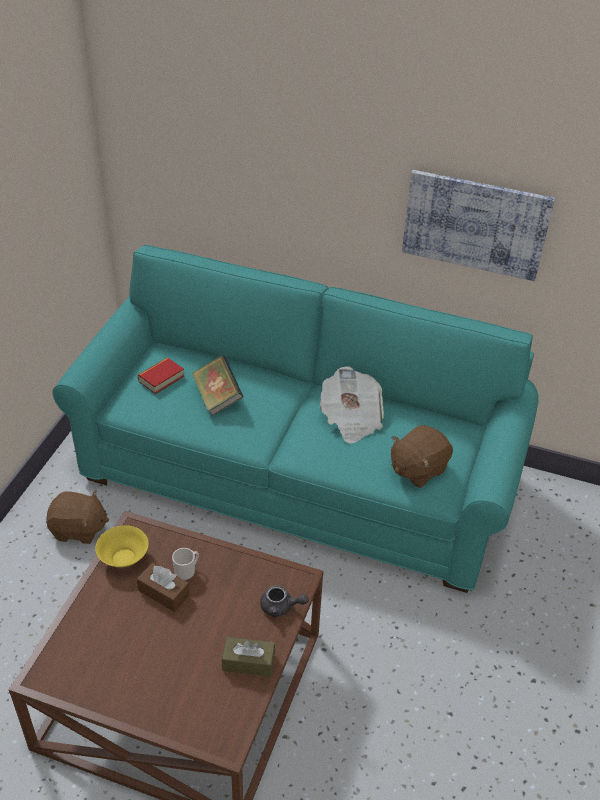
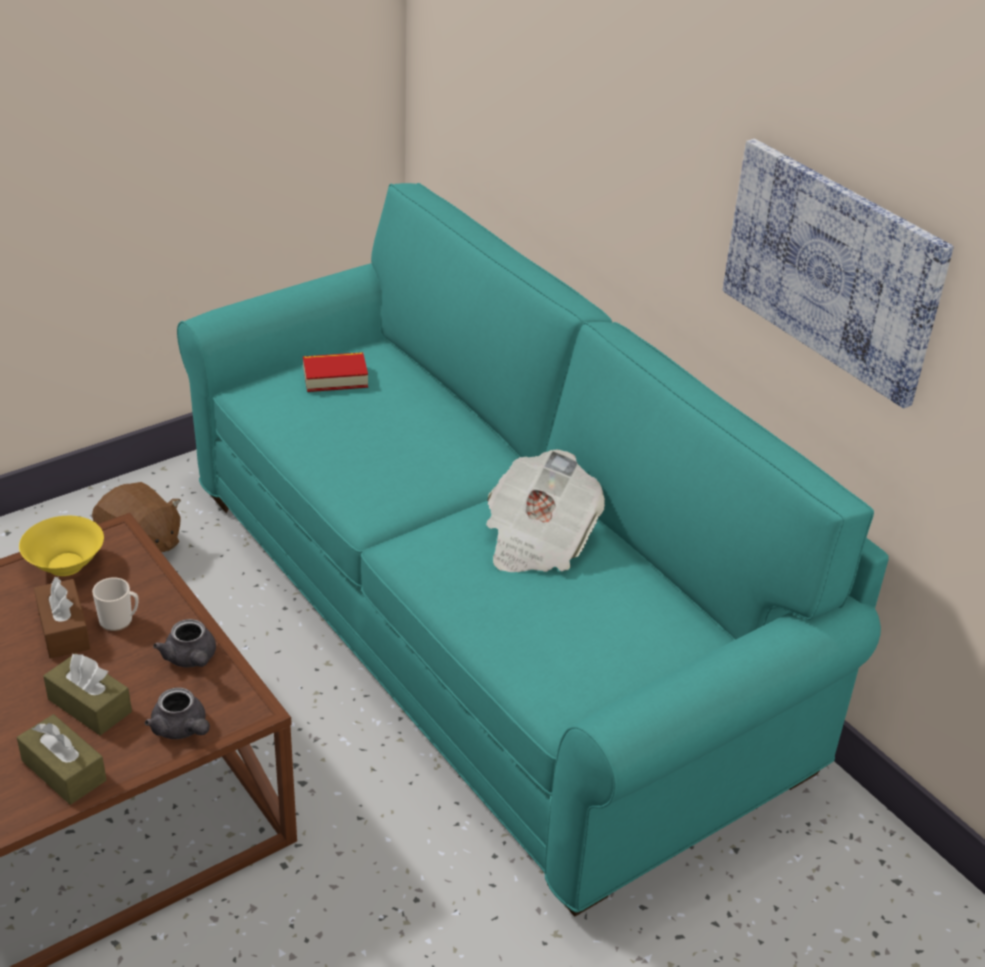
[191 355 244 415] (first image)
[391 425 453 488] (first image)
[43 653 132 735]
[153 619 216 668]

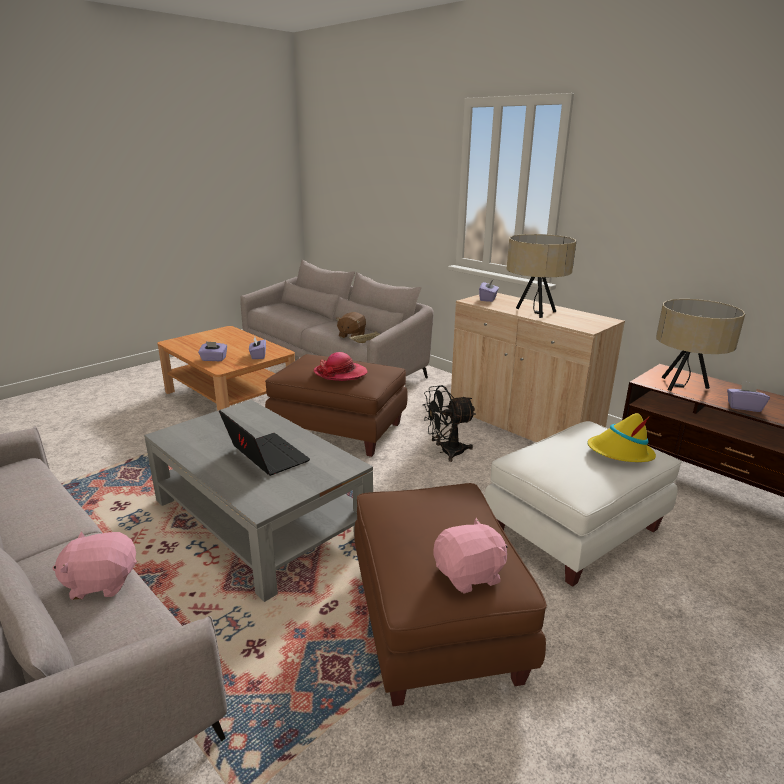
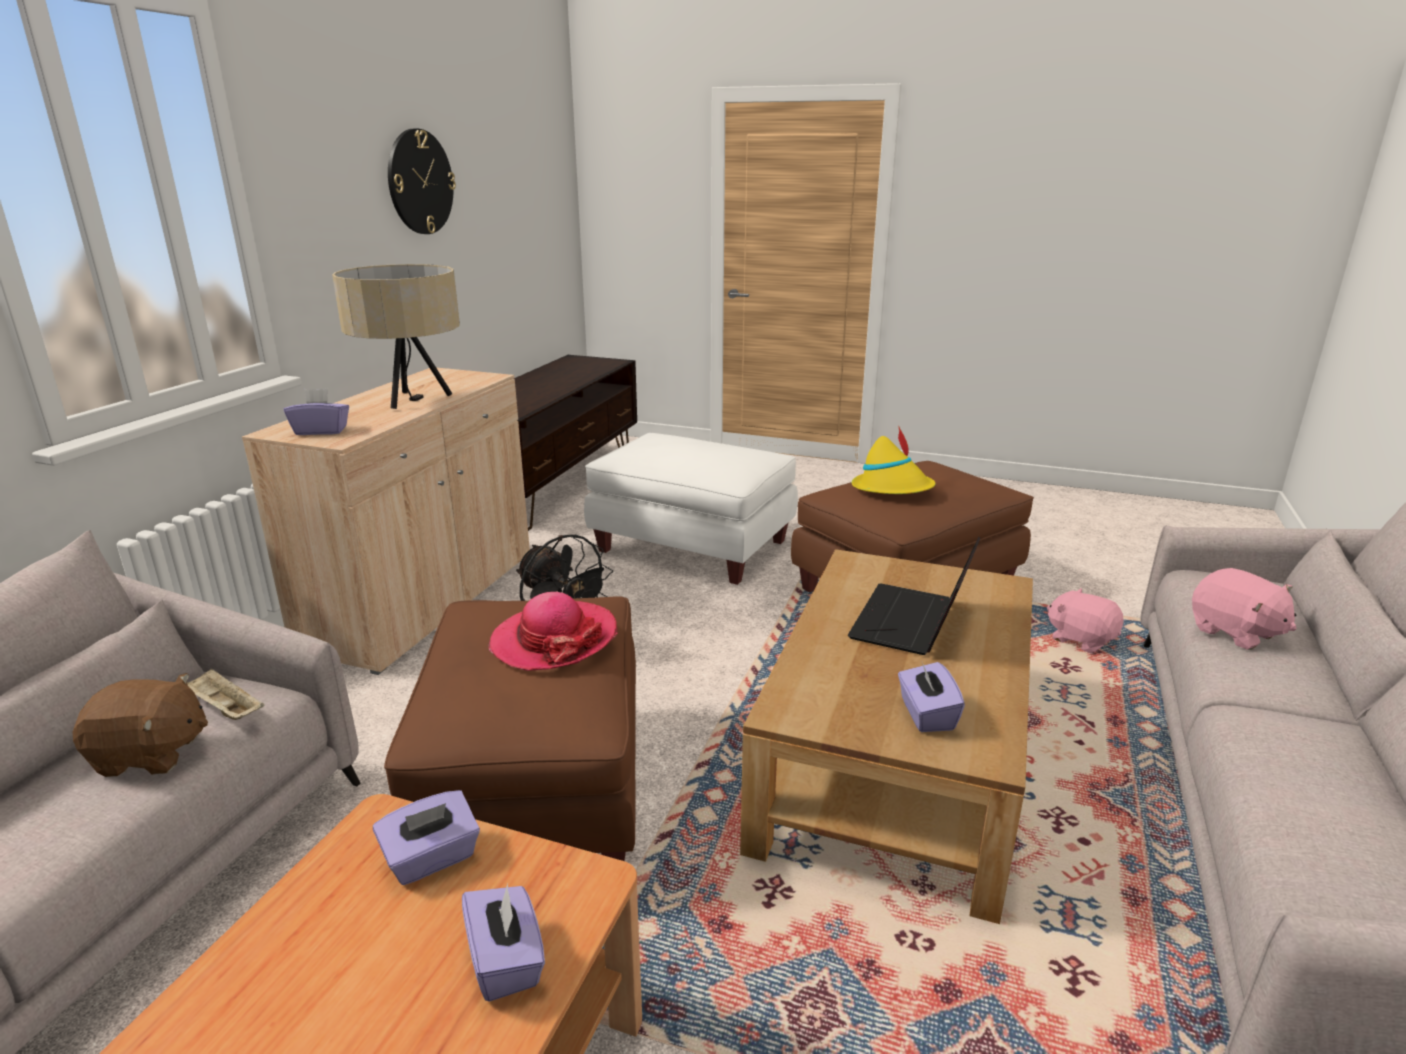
[740 549 1033 924]
[1047 588 1124 653]
[852 427 936 494]
[656 299 745 391] (first image)
[898 662 965 732]
[388 129 456 234]

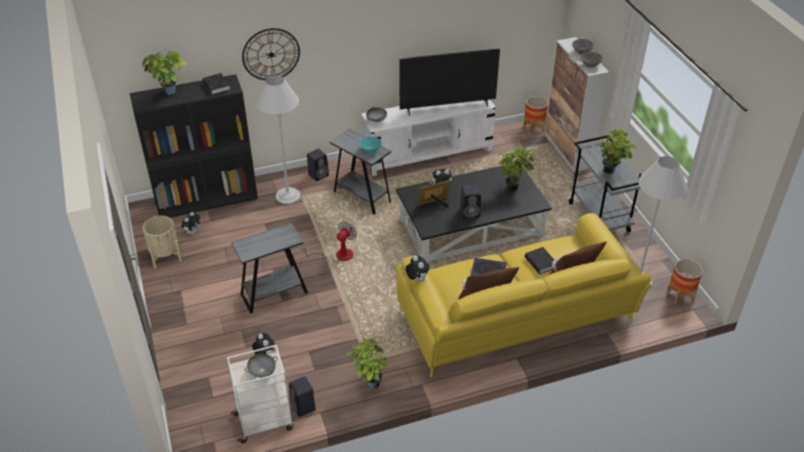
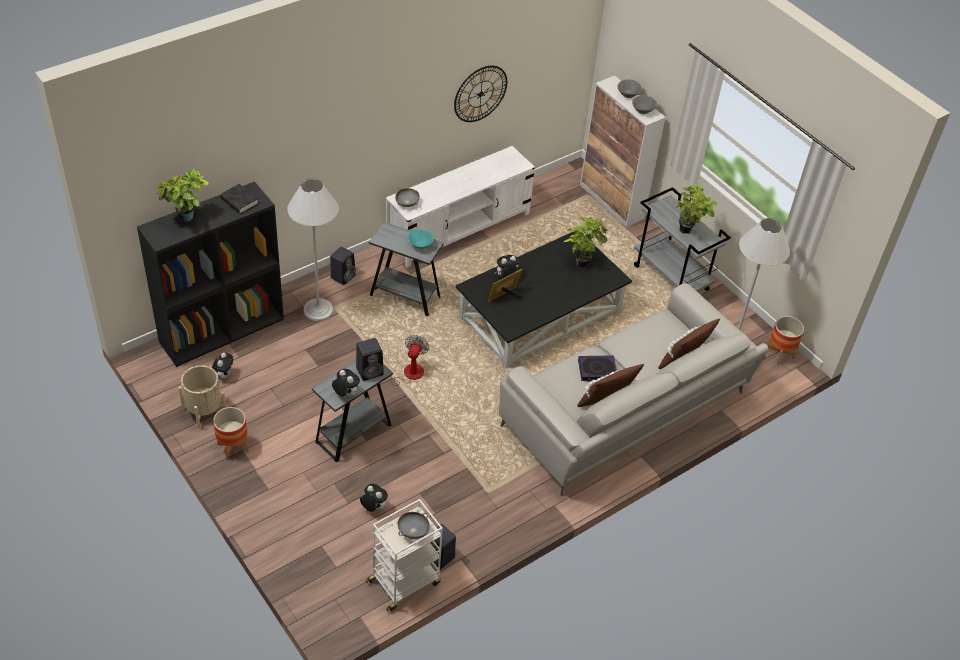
[454 66 507 122]
[346 338 388 388] (first image)
[499 283 769 496]
[400 49 500 116] (first image)
[332 369 360 397]
[356 338 384 381]
[213 407 249 460]
[525 247 554 274] (first image)

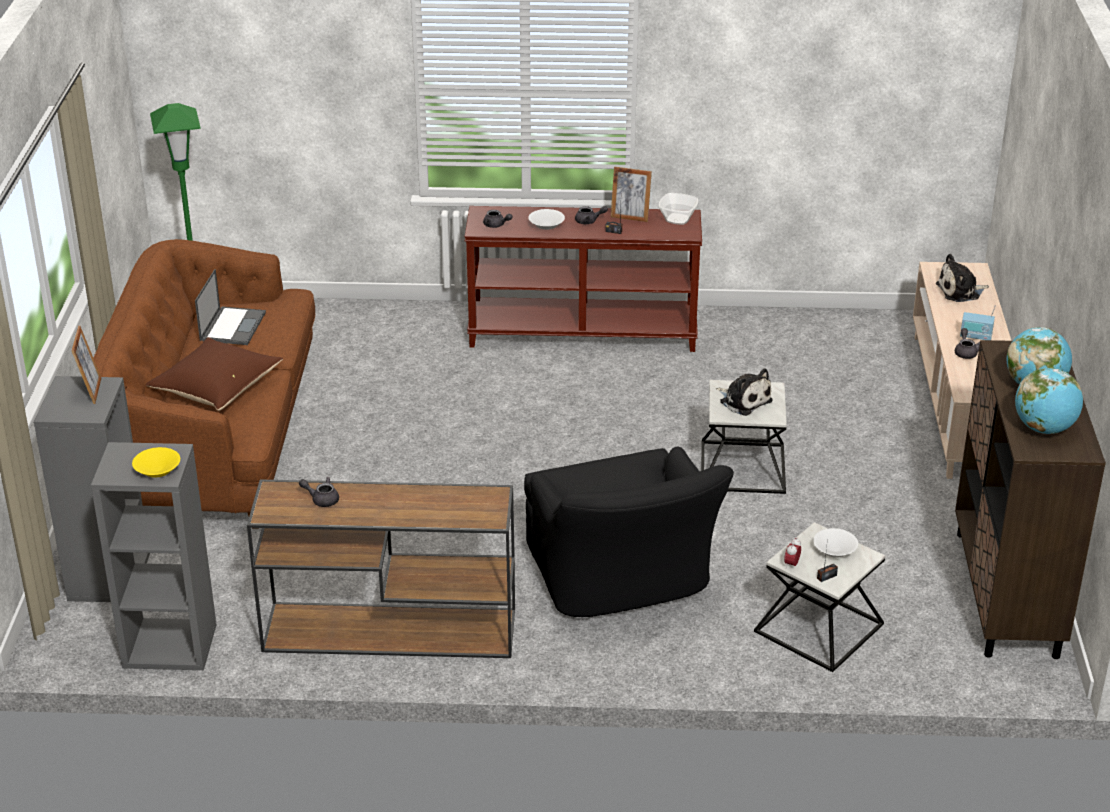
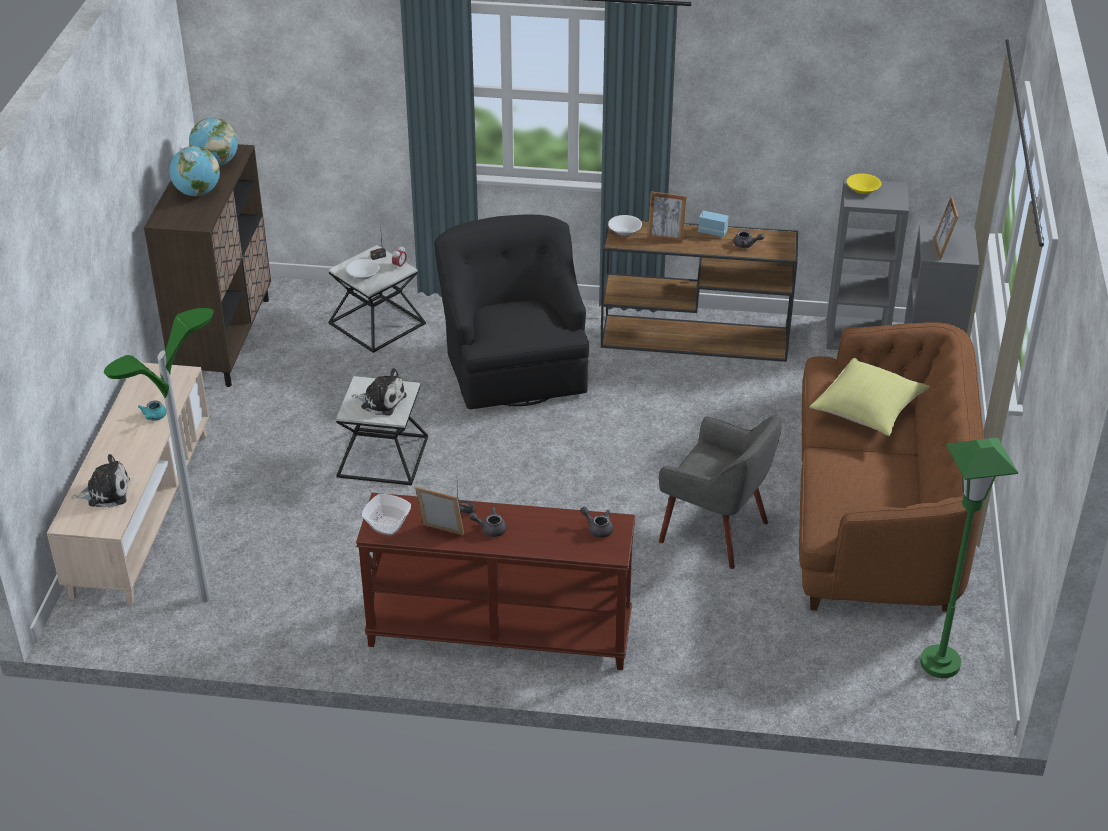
[810 358 930 436]
[195 269 266 345] (first image)
[608 215 642 236]
[352 368 407 416]
[138 400 167 420]
[698 205 729 237]
[104 308 213 603]
[647 191 687 243]
[659 415 782 569]

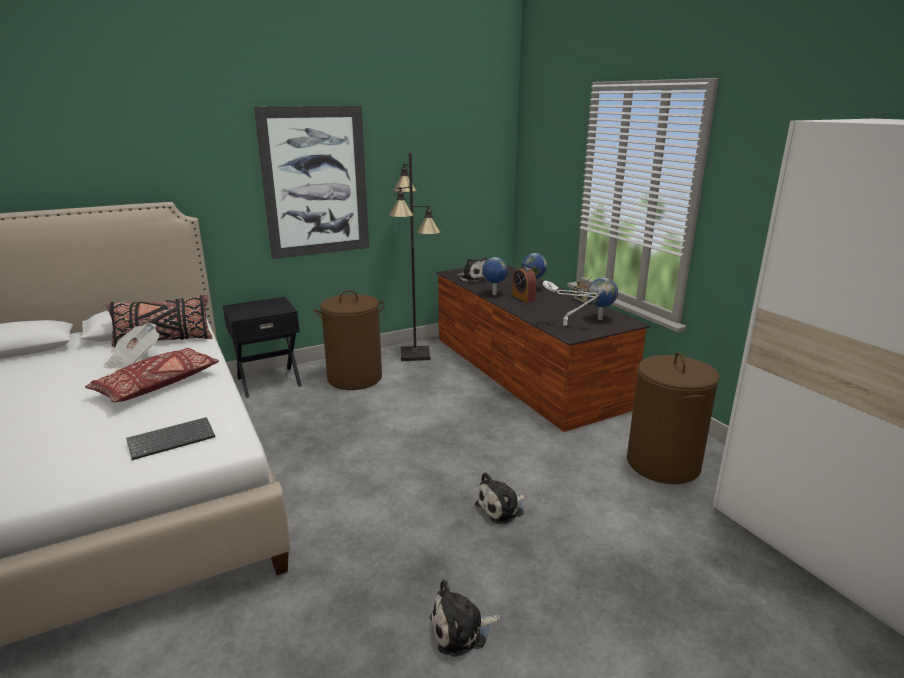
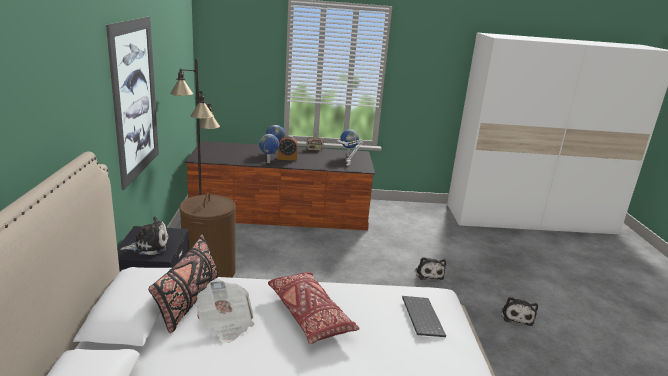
[121 217 169 255]
[627 352 720 484] (first image)

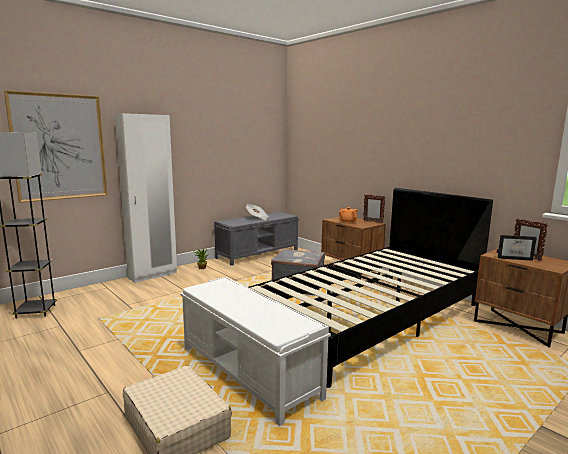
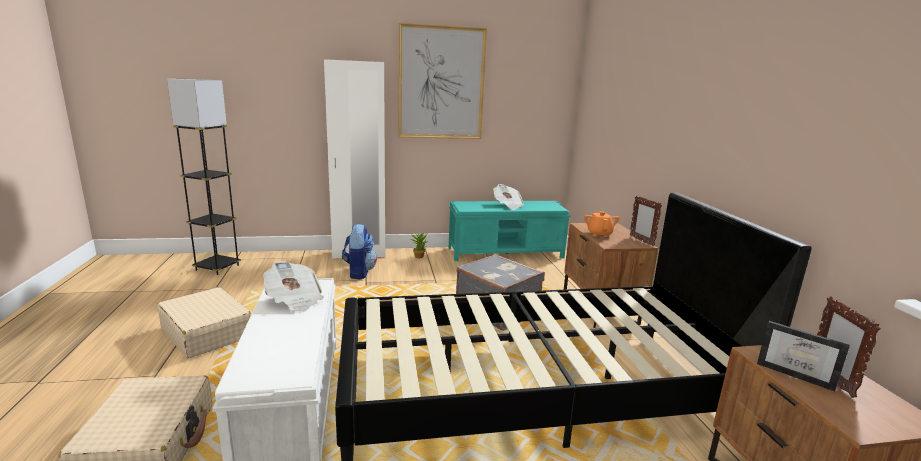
[398 23 487 139]
[449 201 571 261]
[157 287 251 358]
[263 261 324 313]
[342 224 377 279]

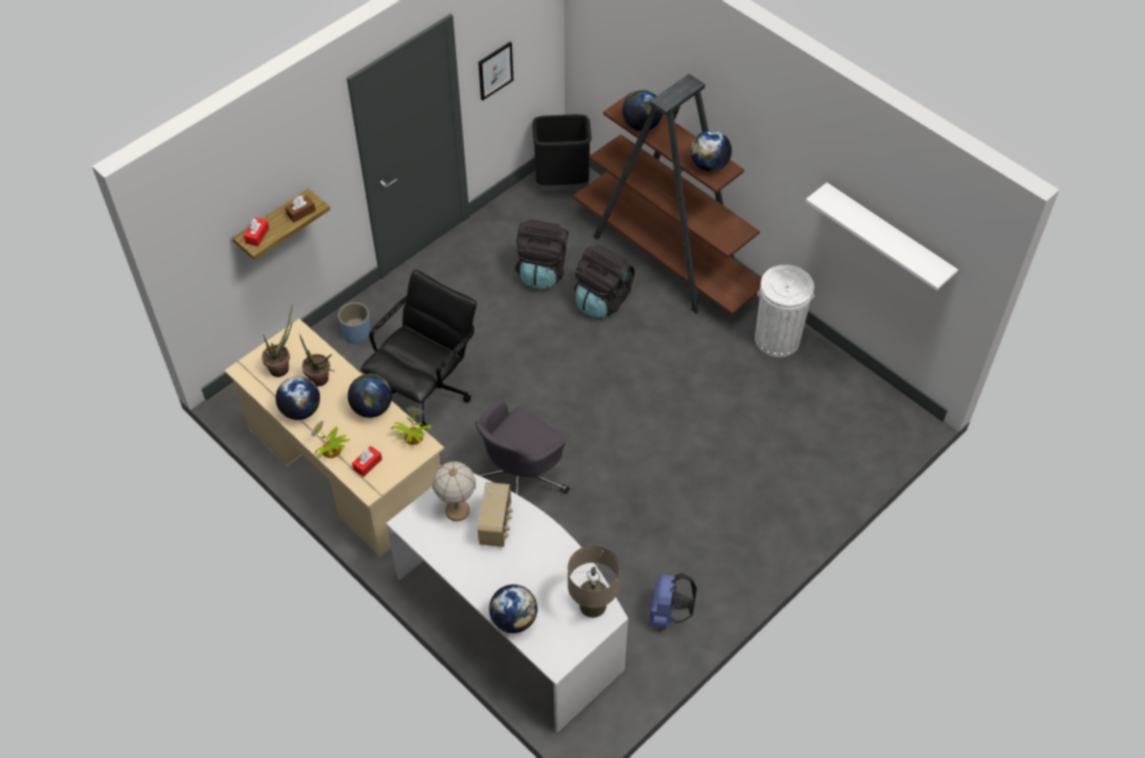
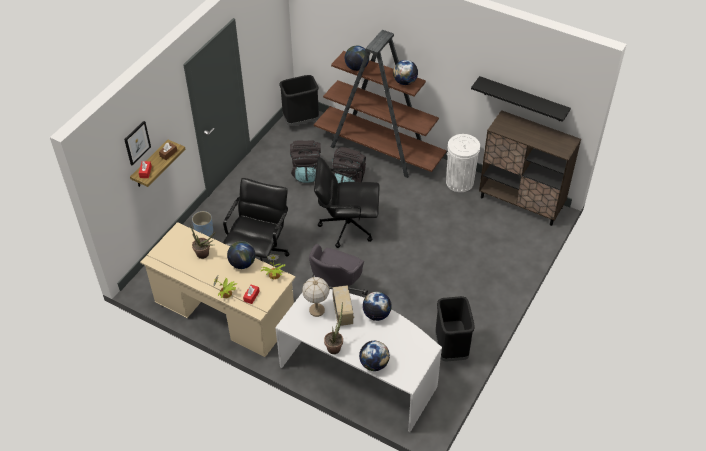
[324 302 343 354]
[362 292 392 321]
[124 121 151 165]
[568 545 620 618] (first image)
[435 296 475 362]
[471 76 571 122]
[314 157 380 248]
[479 110 581 226]

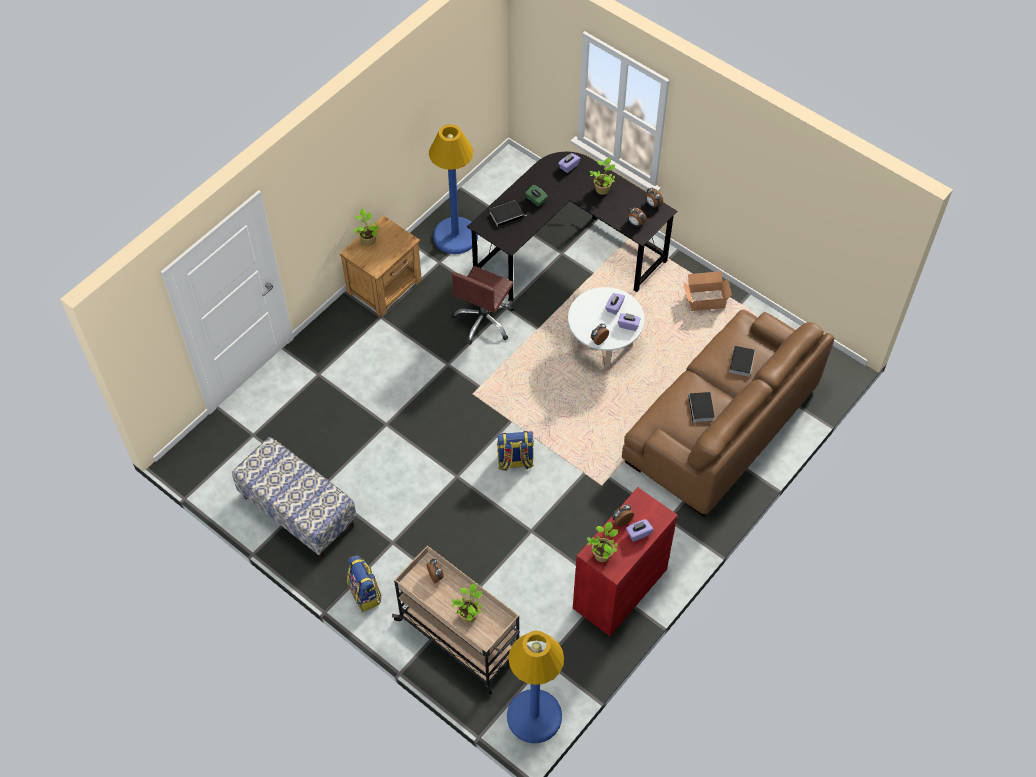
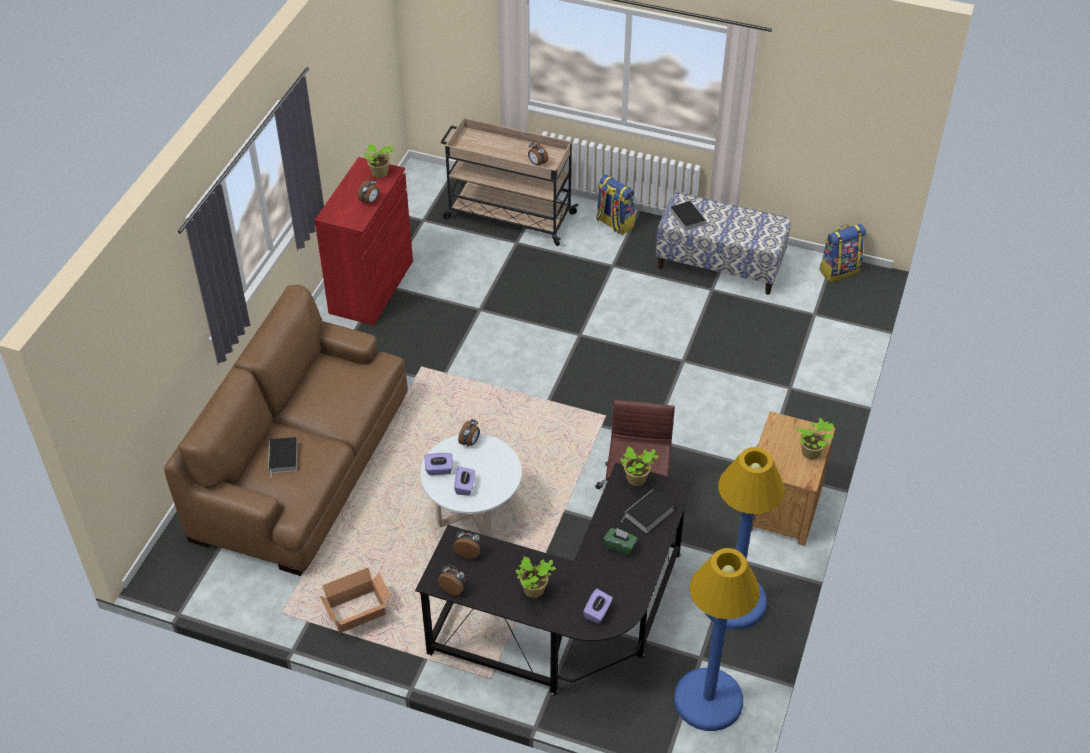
[620 447 658 486]
[819 224 866 282]
[674 548 760 731]
[626 519 653 542] (first image)
[670 201 706 231]

